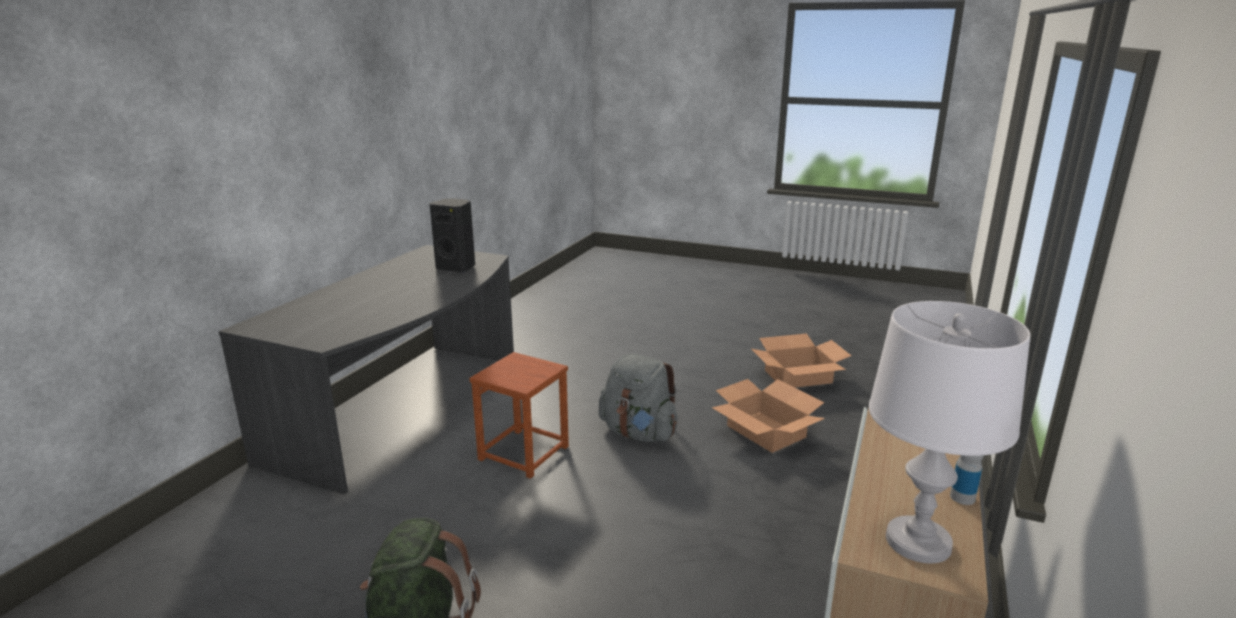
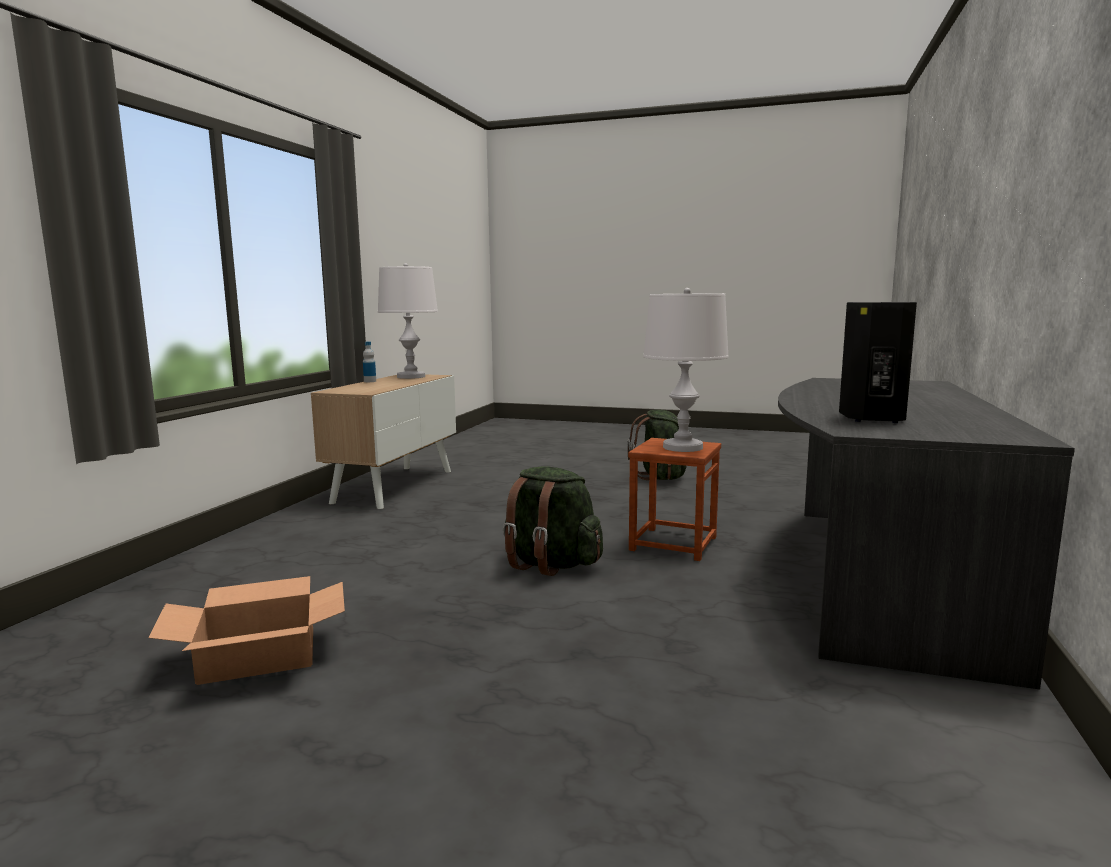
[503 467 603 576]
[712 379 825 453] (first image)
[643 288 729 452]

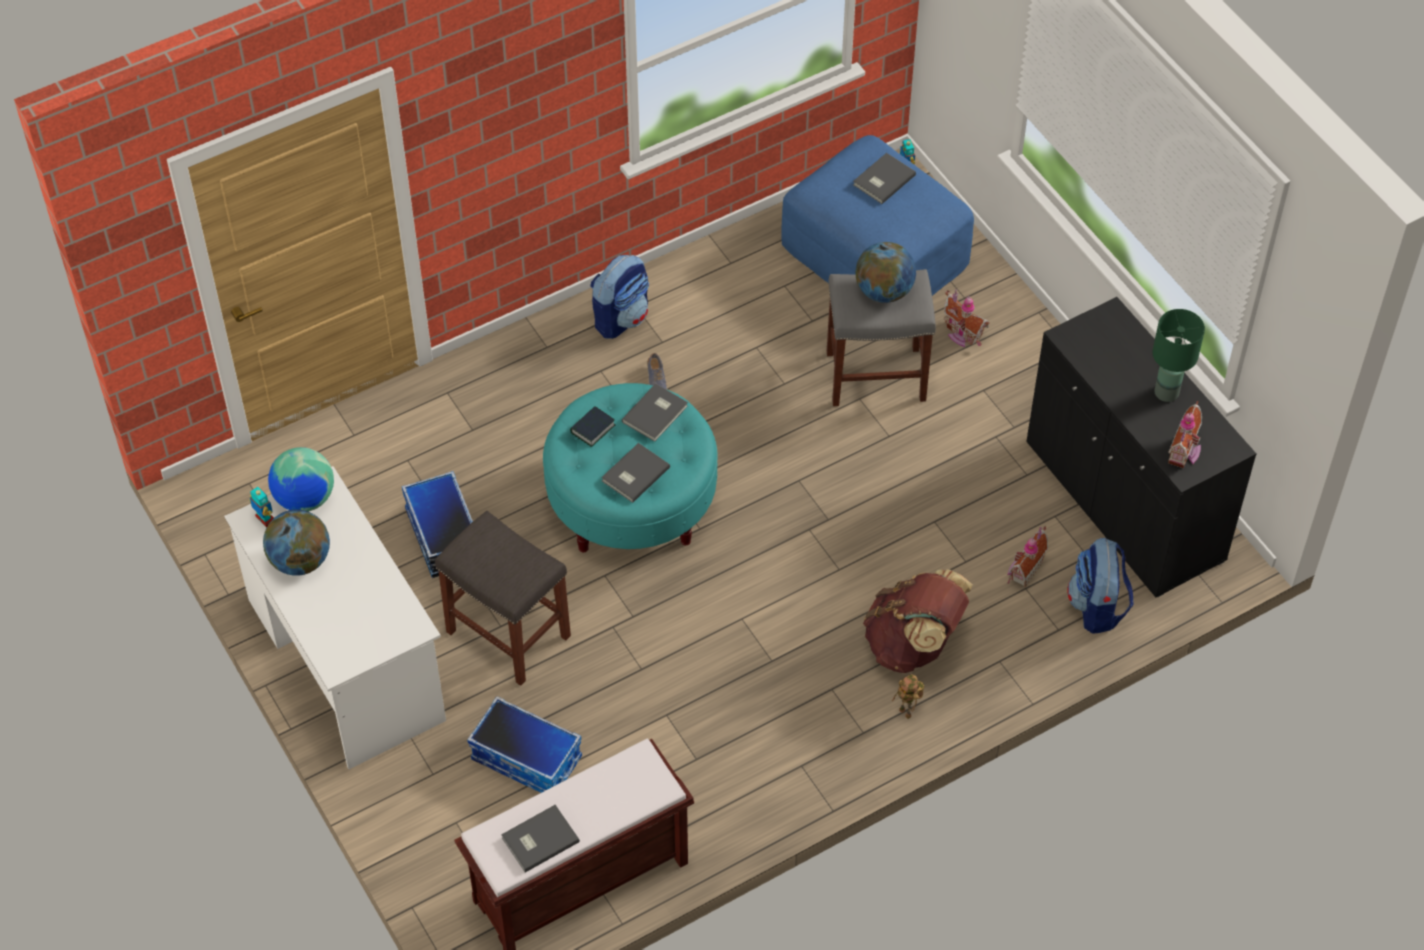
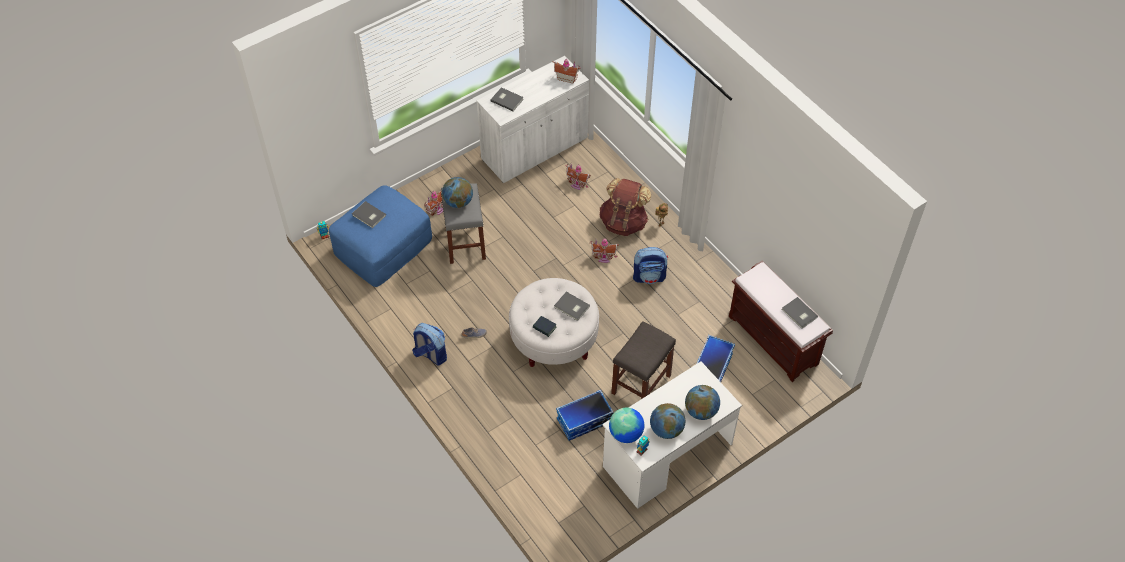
[509 278 599 367]
[490 87 524 111]
[477 56 589 183]
[633 247 668 284]
[1152 309 1205 402] (first image)
[590 238 619 263]
[685 385 720 420]

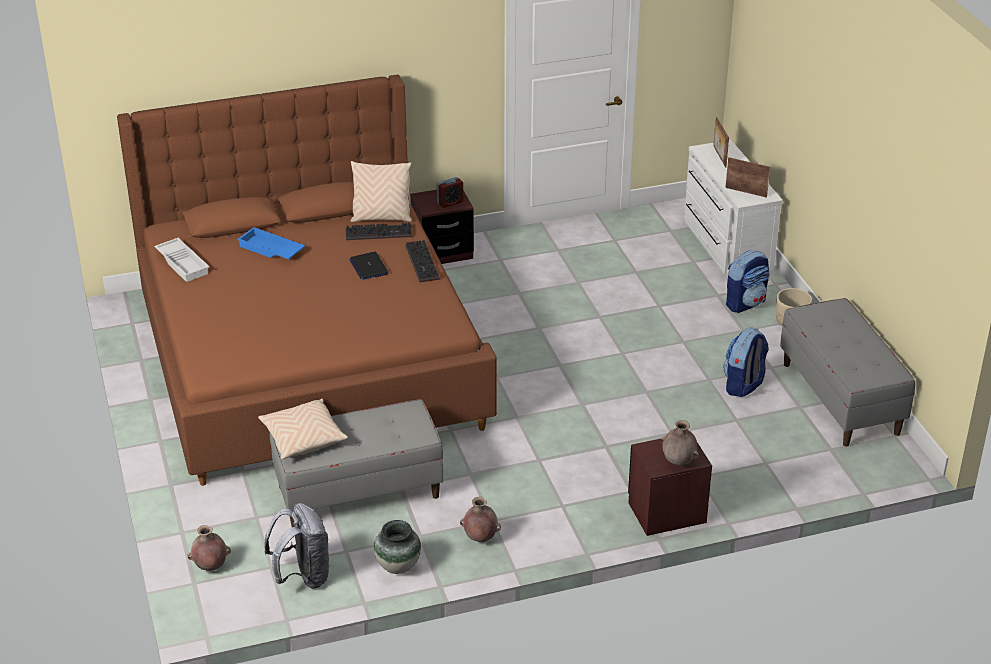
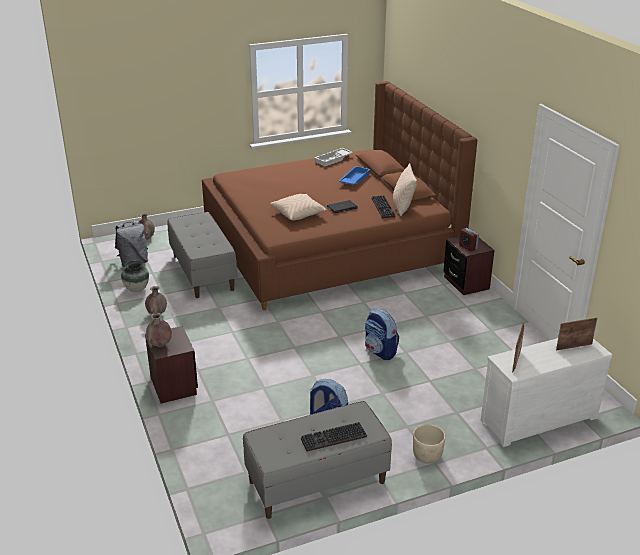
[270 194 327 221]
[301 422 367 451]
[365 309 399 360]

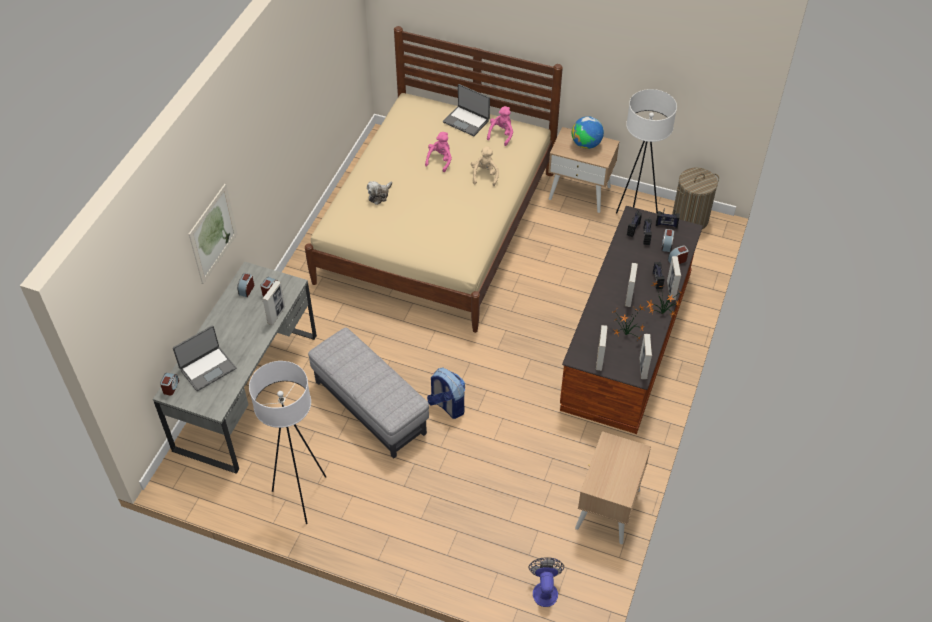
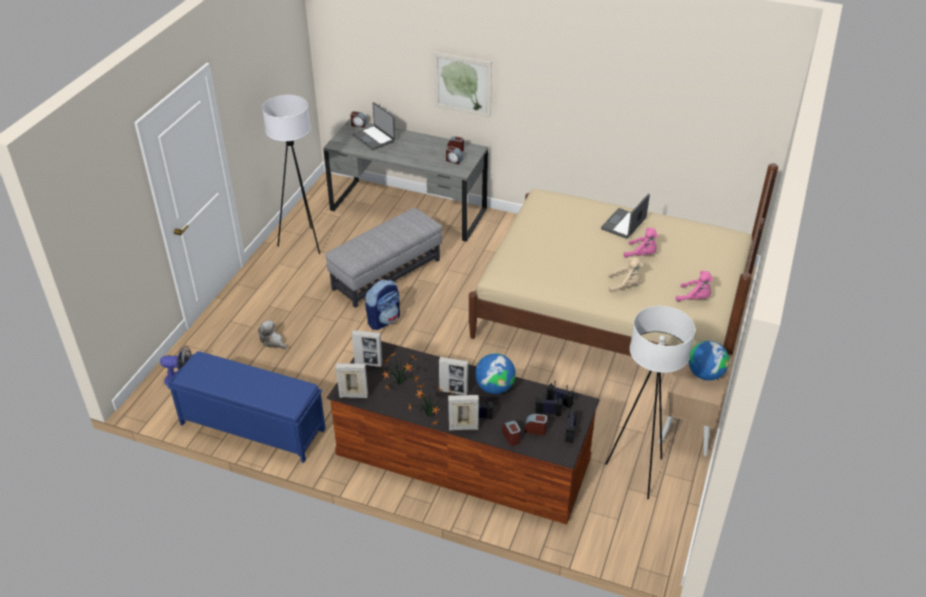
[262 281 285 325] (first image)
[258 320 287 349]
[601 194 650 239]
[168 351 326 463]
[672 167 719 229] (first image)
[475 353 516 394]

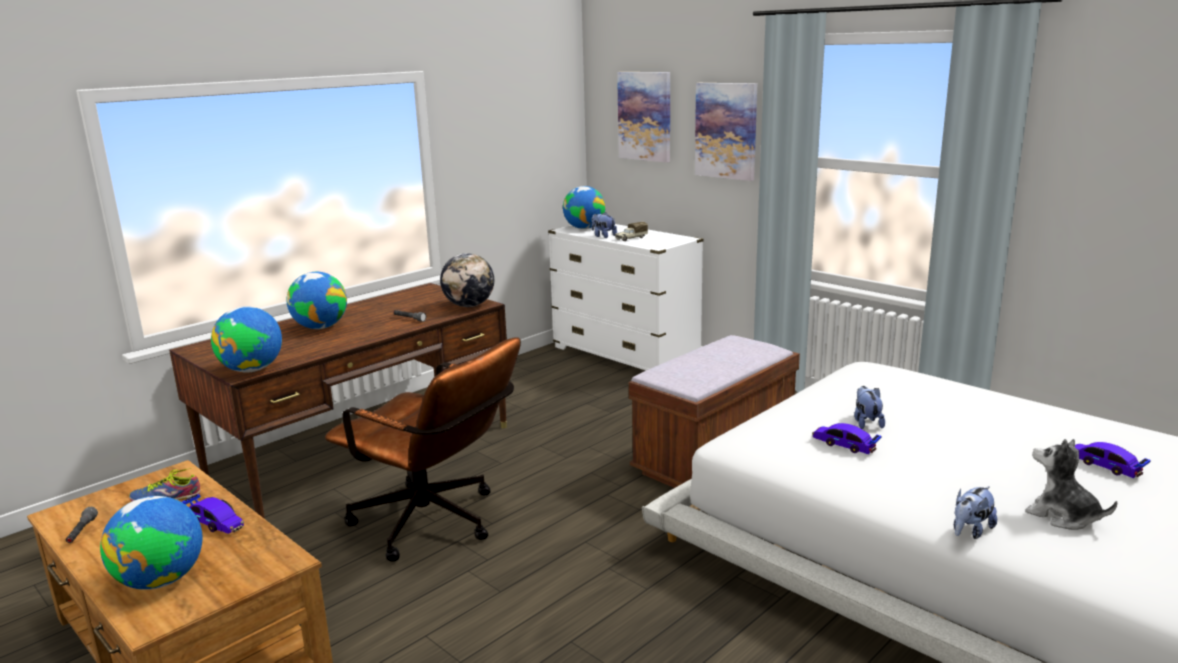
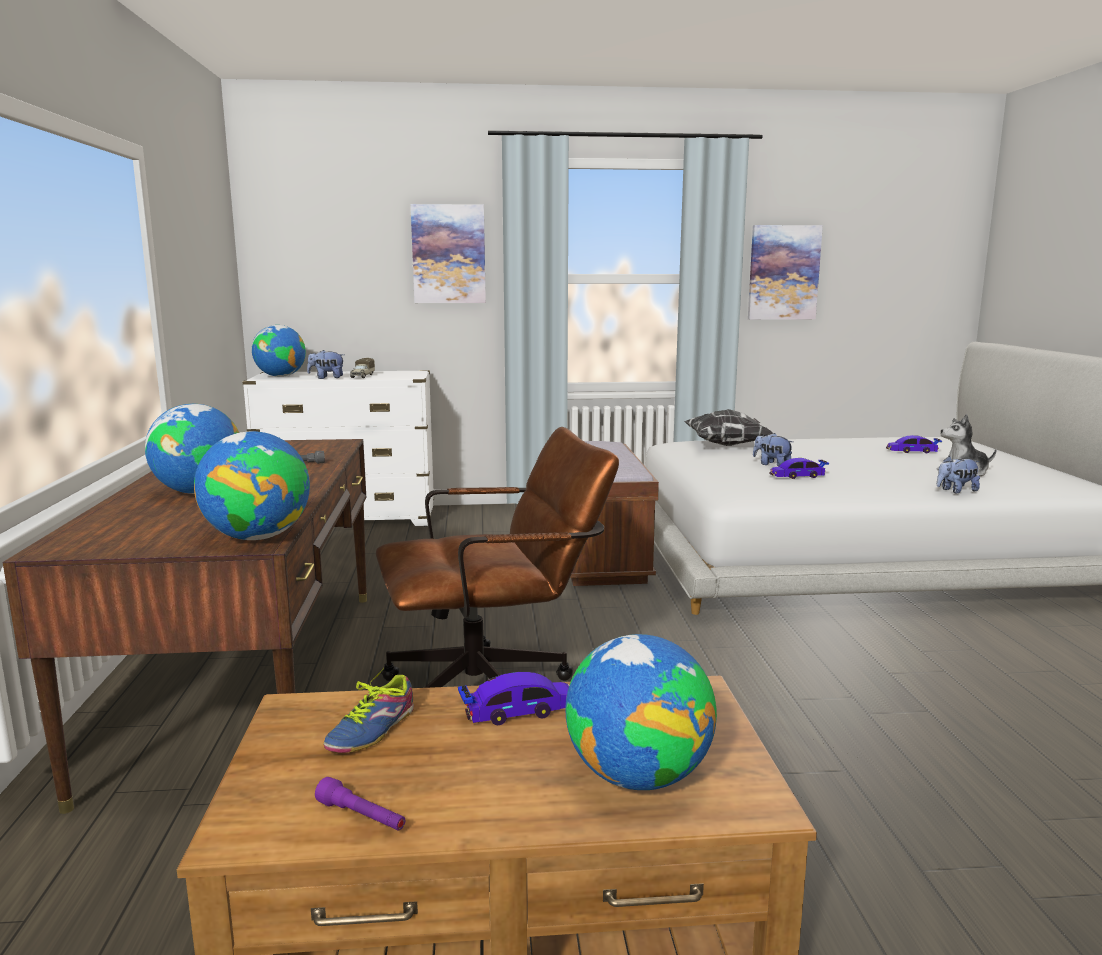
[315 777 405 831]
[440 253 494 307] (first image)
[748 225 823 320]
[937 456 980 493]
[685 409 773 446]

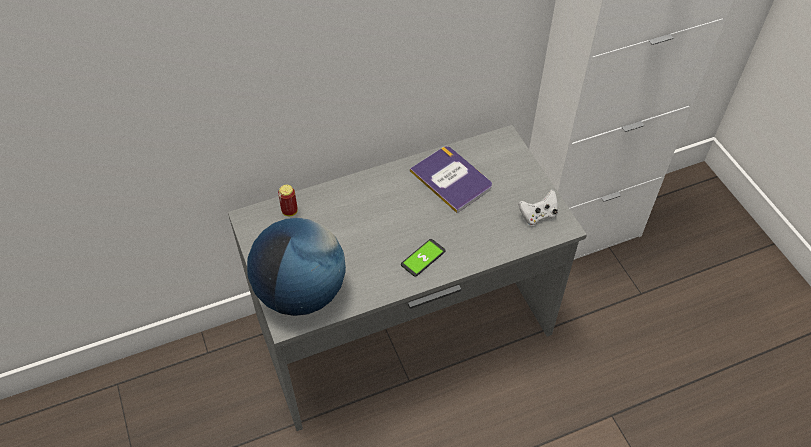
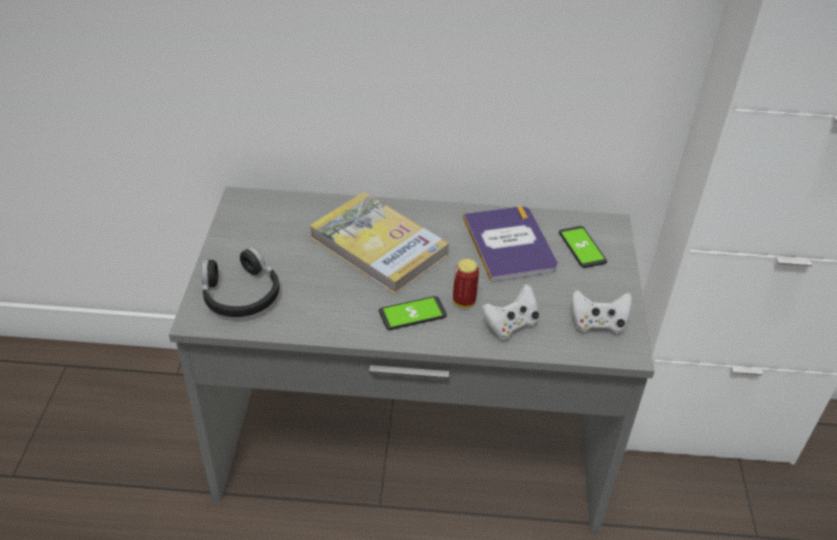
[201 247 279 317]
[453 259 479 308]
[309 192 449 294]
[481 284 539 339]
[559 226 607 268]

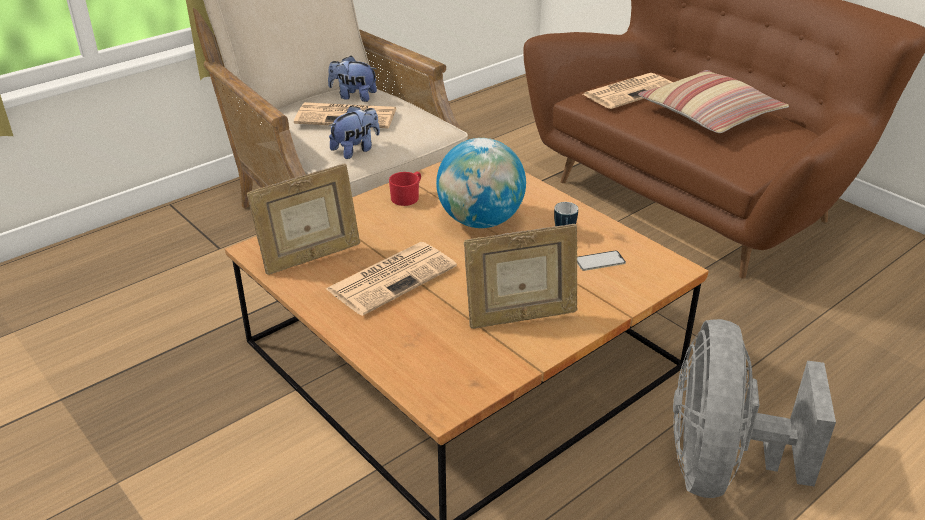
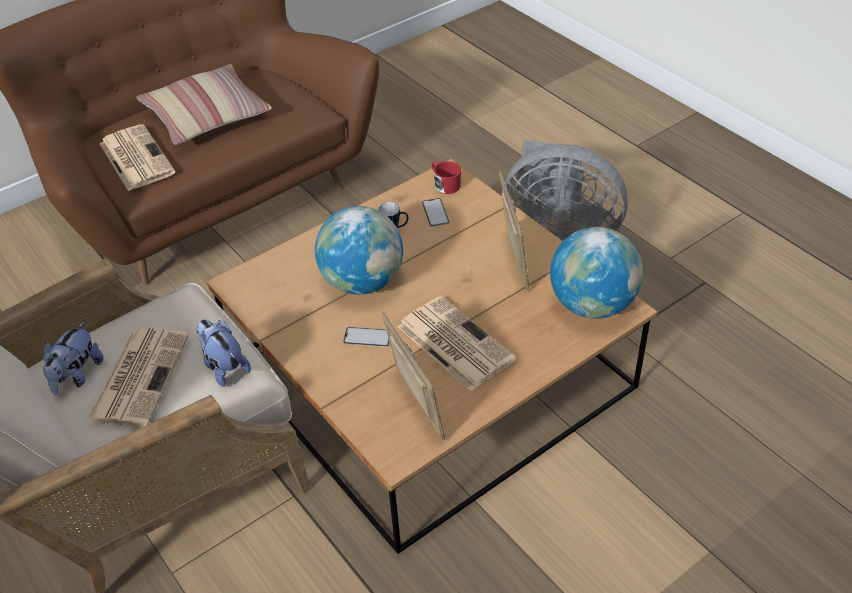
[431 161 461 194]
[343 327 389 347]
[550 227 643 319]

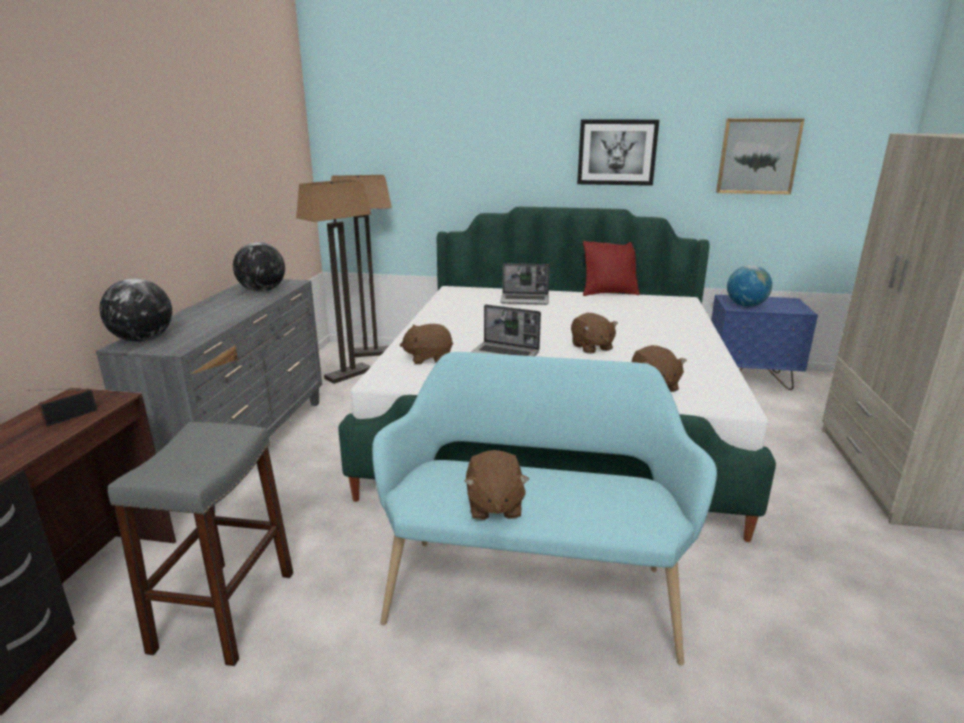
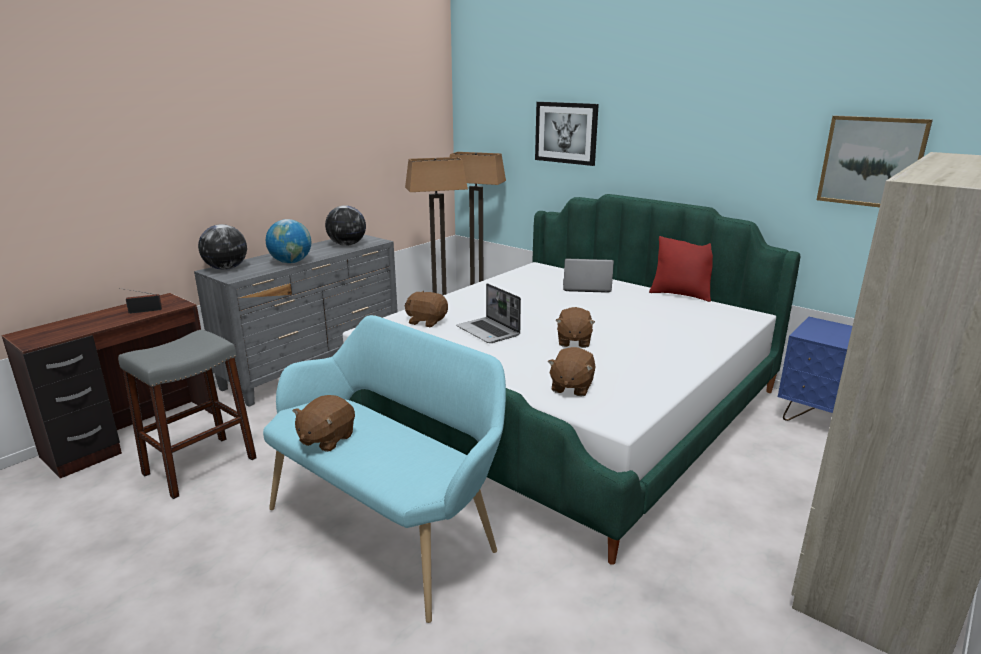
[563 259 614 293]
[535 102 599 166]
[266 219 311 263]

